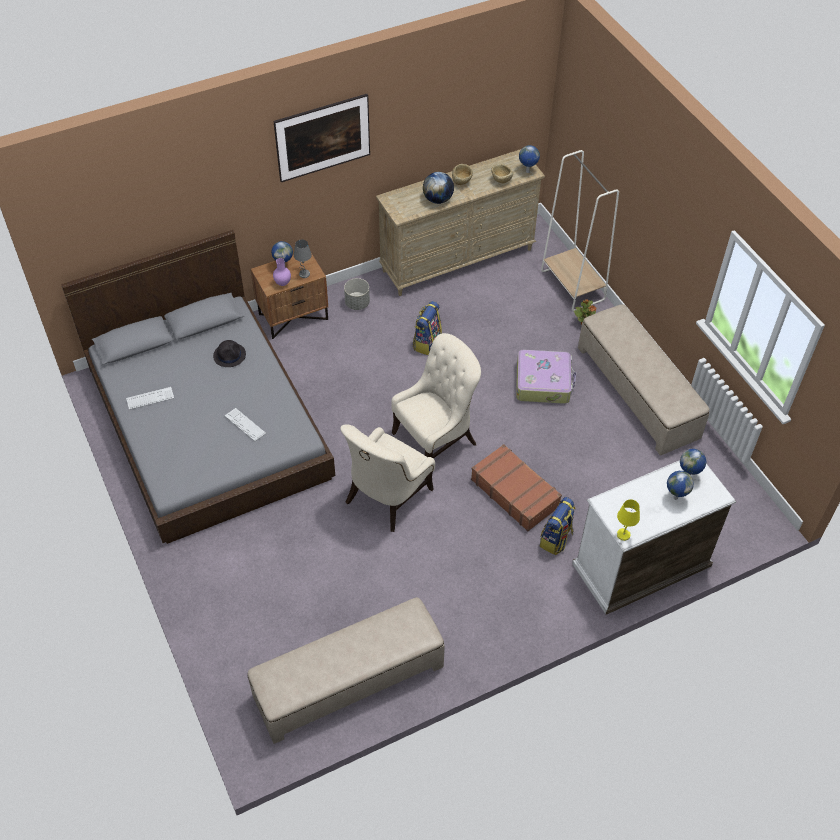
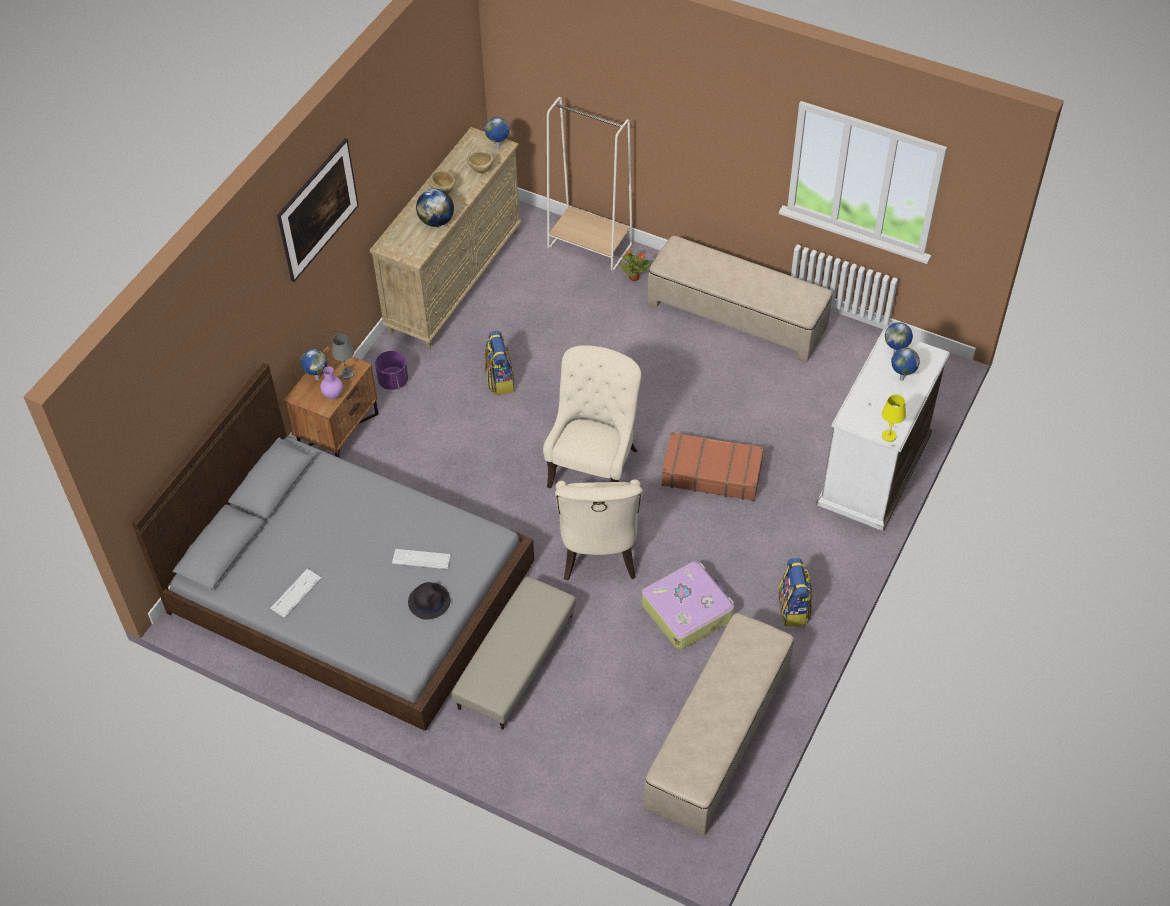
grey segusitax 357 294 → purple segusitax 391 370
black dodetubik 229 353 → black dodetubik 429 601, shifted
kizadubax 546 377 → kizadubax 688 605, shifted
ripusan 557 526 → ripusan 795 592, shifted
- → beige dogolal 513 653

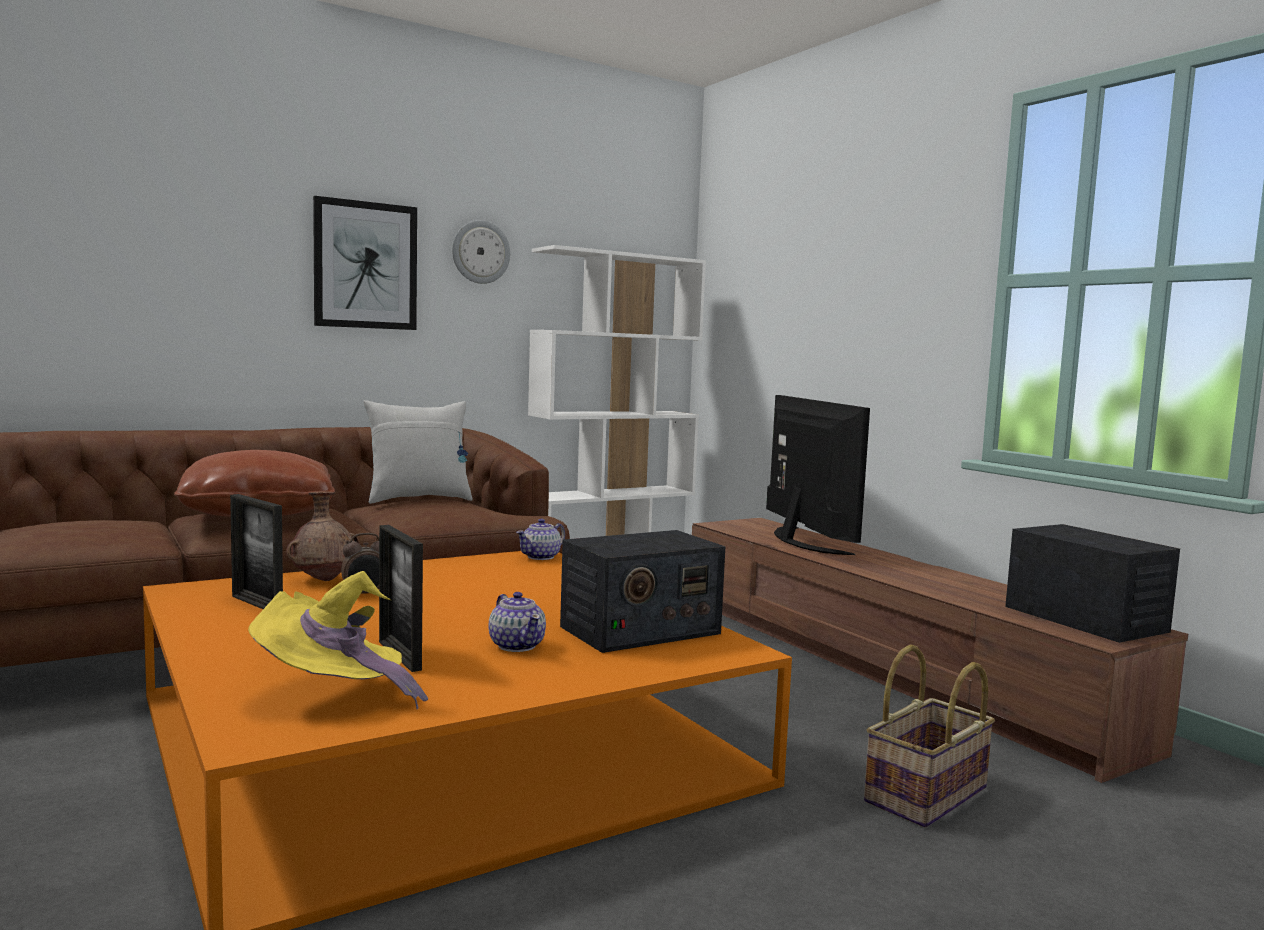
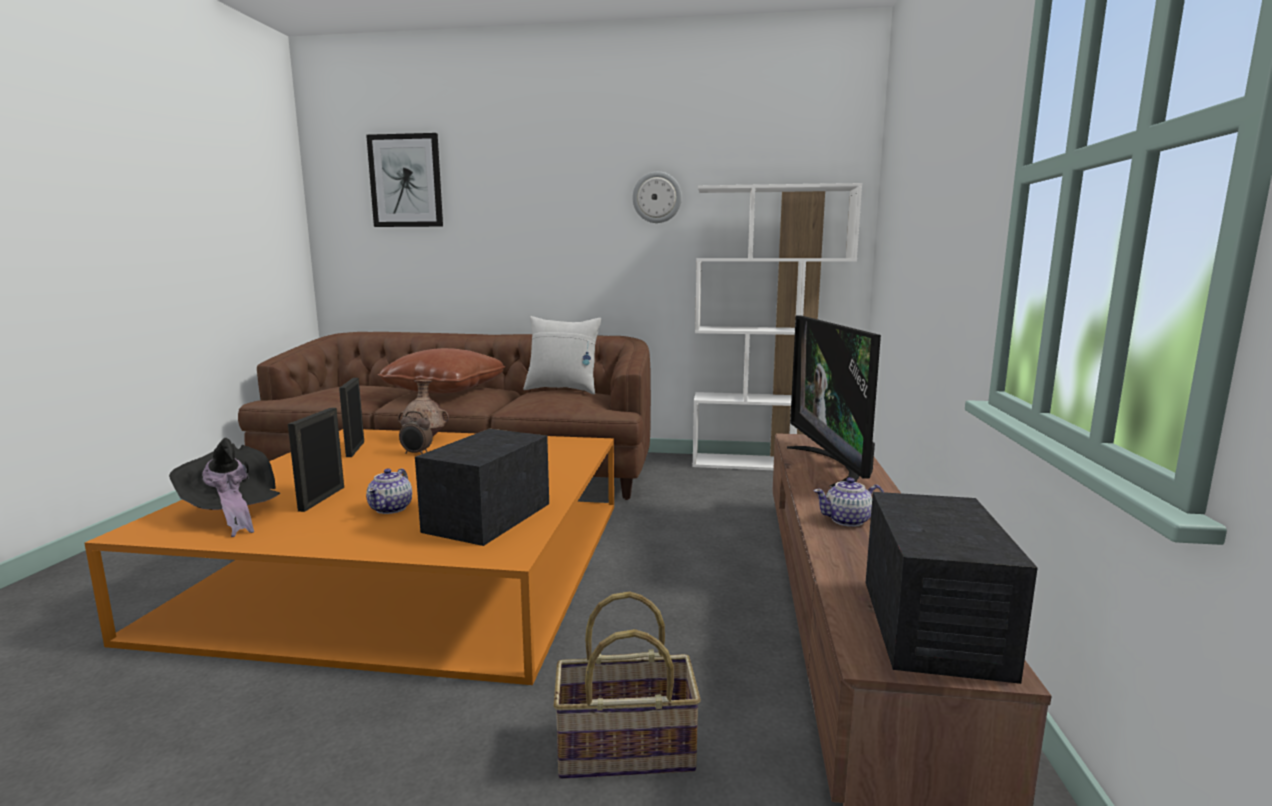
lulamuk 365 263 → lulamuk 404 180, shifted
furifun 818 475 → furifun 834 401, 150 degrees clockwise
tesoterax 540 539 → tesoterax 849 502, shifted
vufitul 642 591 → vufitul 482 487, 105 degrees clockwise
yellow dodetubik 338 640 → black dodetubik 224 487

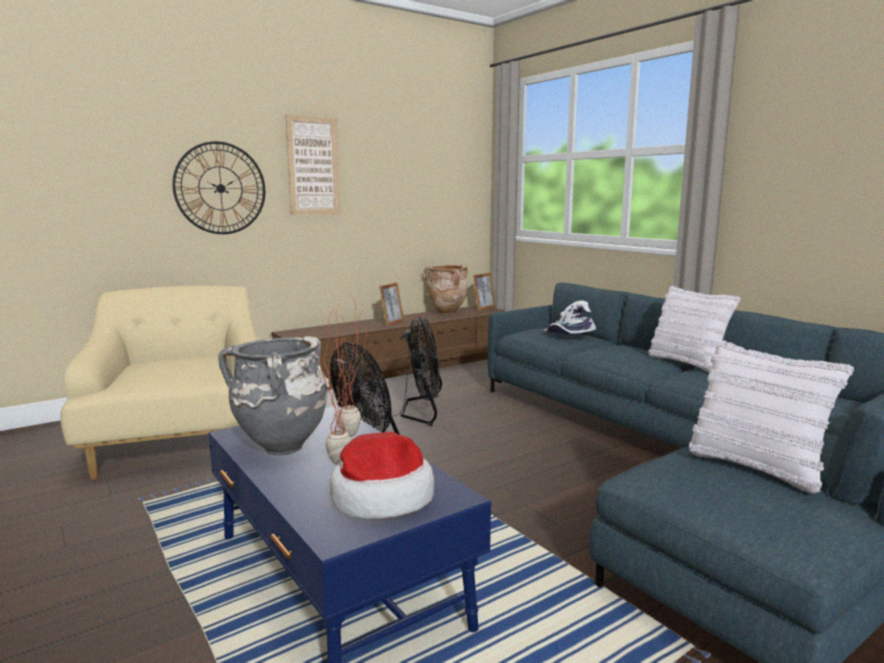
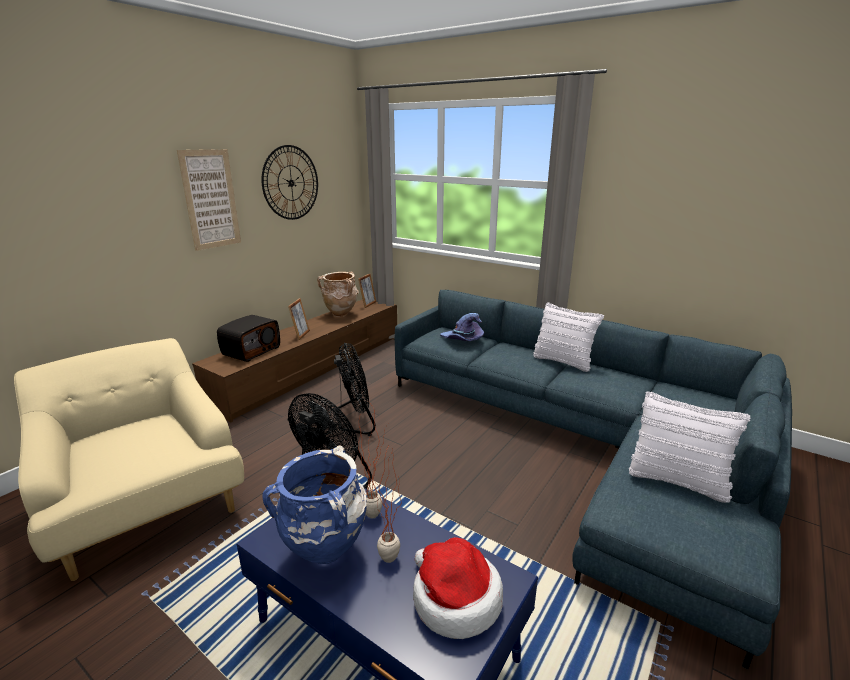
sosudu 218 187 → sosudu 289 182, shifted
white dodetubik 570 317 → purple dodetubik 462 327
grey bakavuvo 273 395 → blue bakavuvo 314 504
- → vufitul 248 338

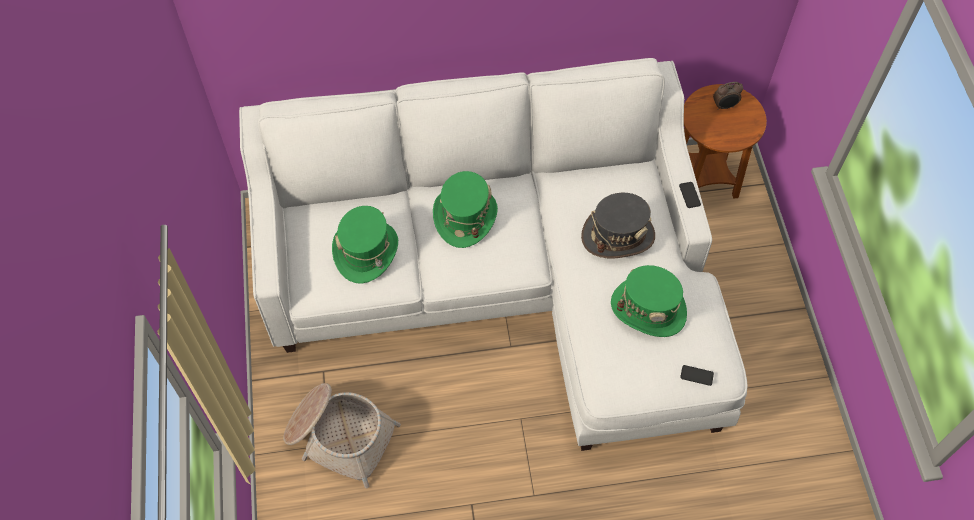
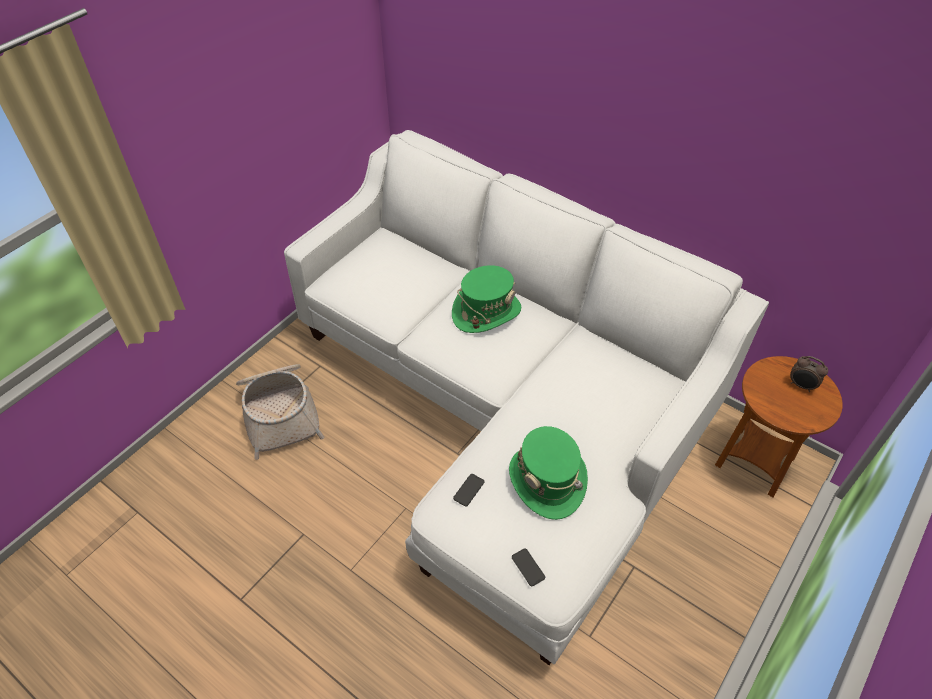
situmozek 690 195 → situmozek 468 490, shifted
grey dodetubik 618 225 → -
green dodetubik 365 245 → -

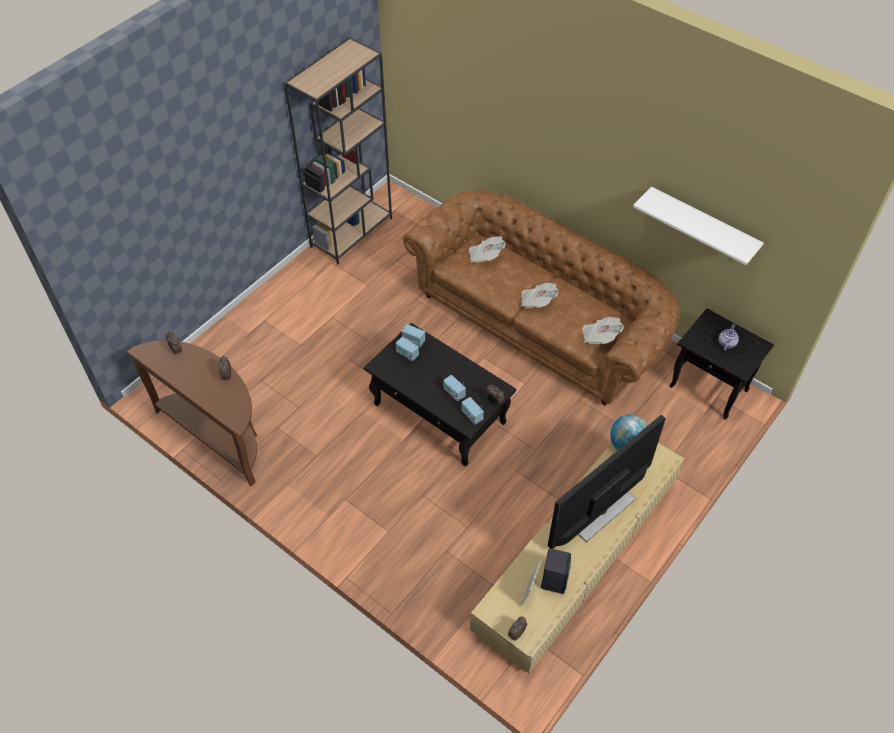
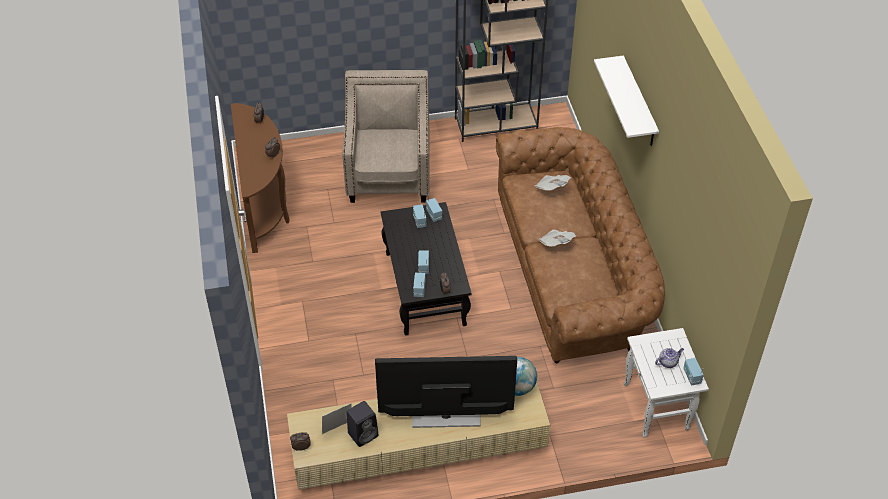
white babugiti 698 226 → white babugiti 626 101, shifted
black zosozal 722 364 → white zosozal 666 383
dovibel 602 330 → -
- → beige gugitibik 386 136
- → vufitul 693 371

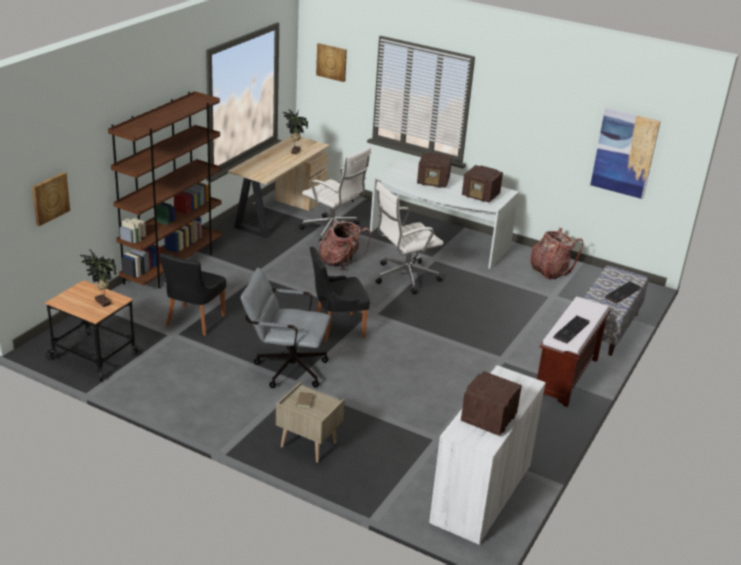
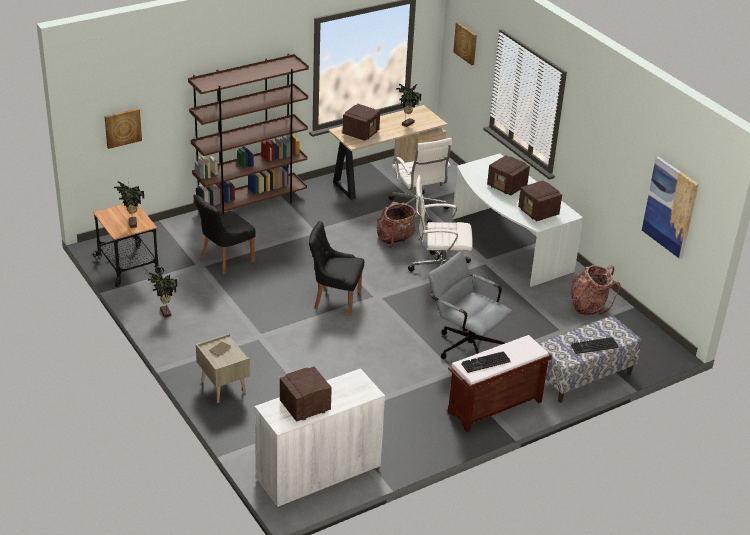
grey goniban 286 328 → grey goniban 470 305, shifted
- → vufitul 361 122
- → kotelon 162 293

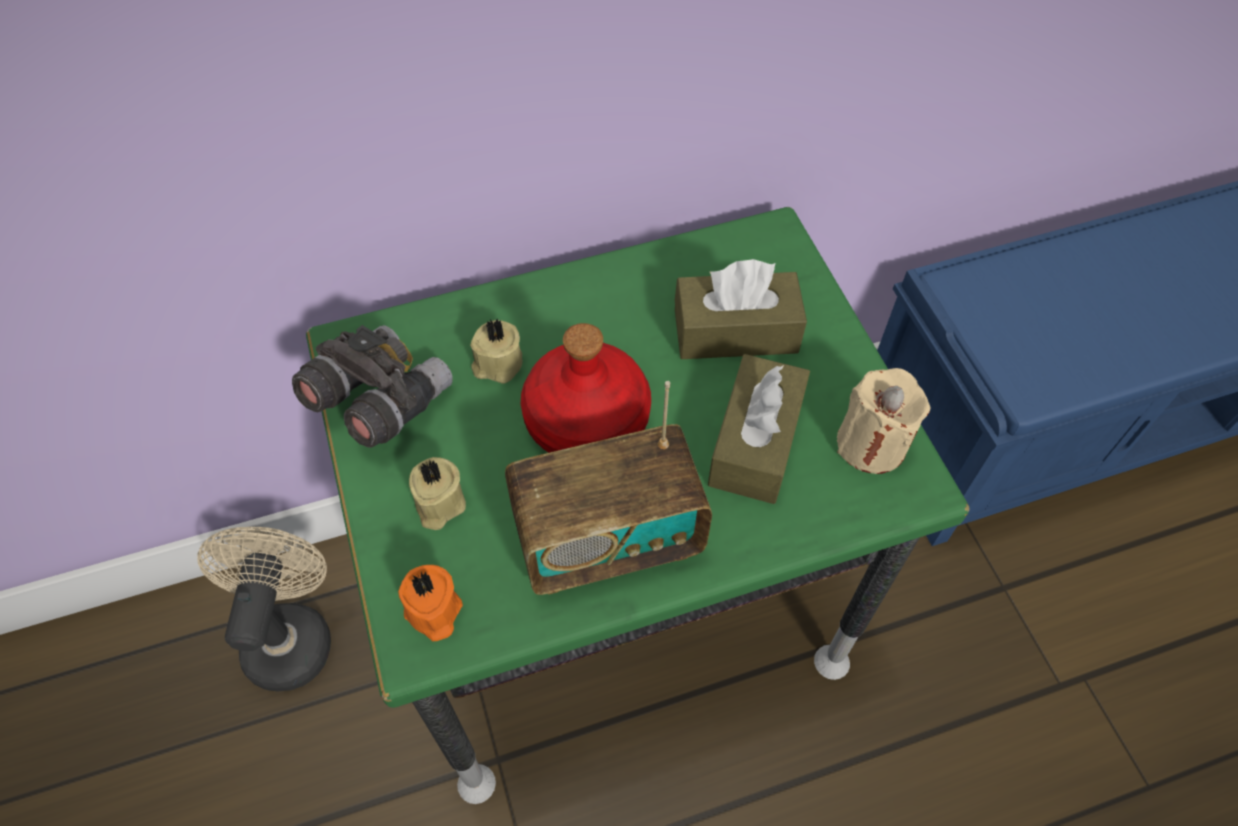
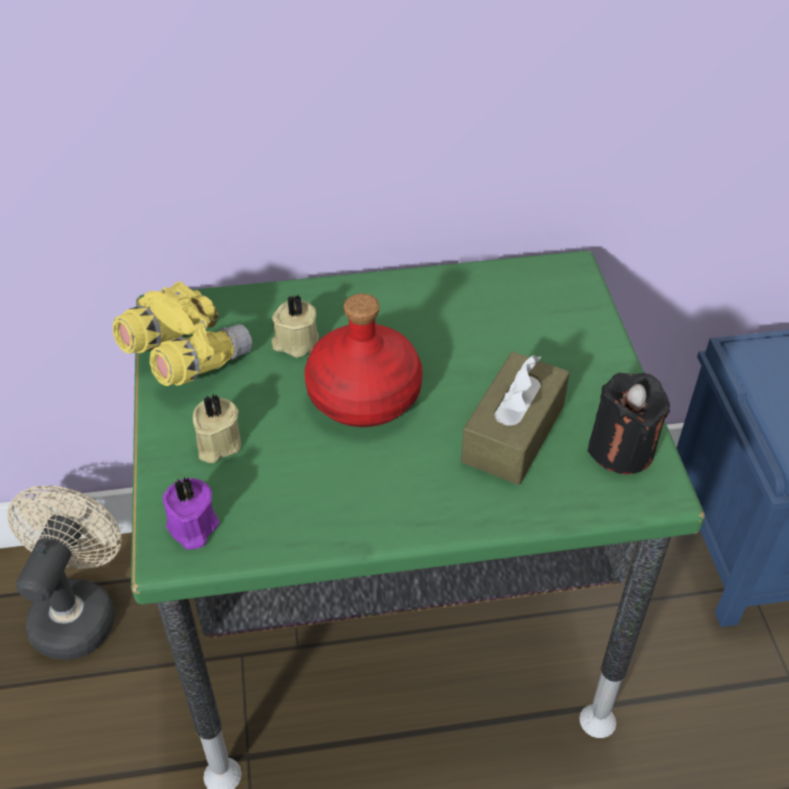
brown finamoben 741 309 → -
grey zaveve 372 386 → yellow zaveve 182 333
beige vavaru 884 421 → black vavaru 628 423
vufitul 608 488 → -
orange vavaru 430 603 → purple vavaru 191 513

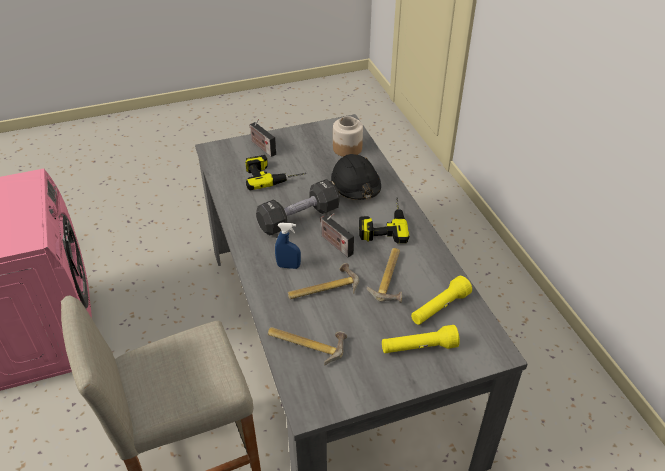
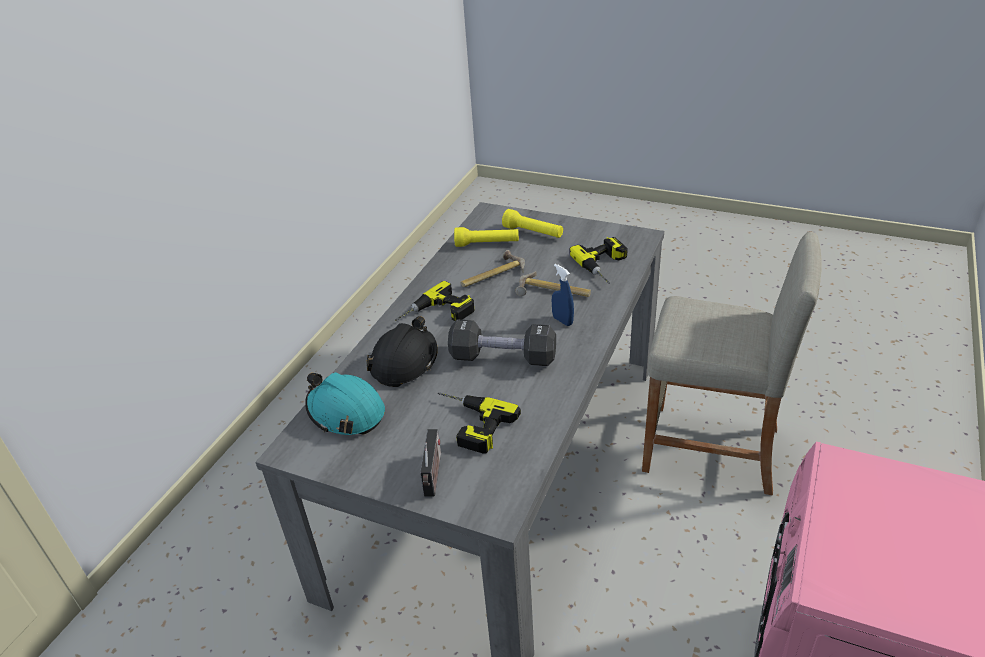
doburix 348 136 → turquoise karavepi 345 403
vufitul 337 235 → -
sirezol 307 346 → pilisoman 599 260

